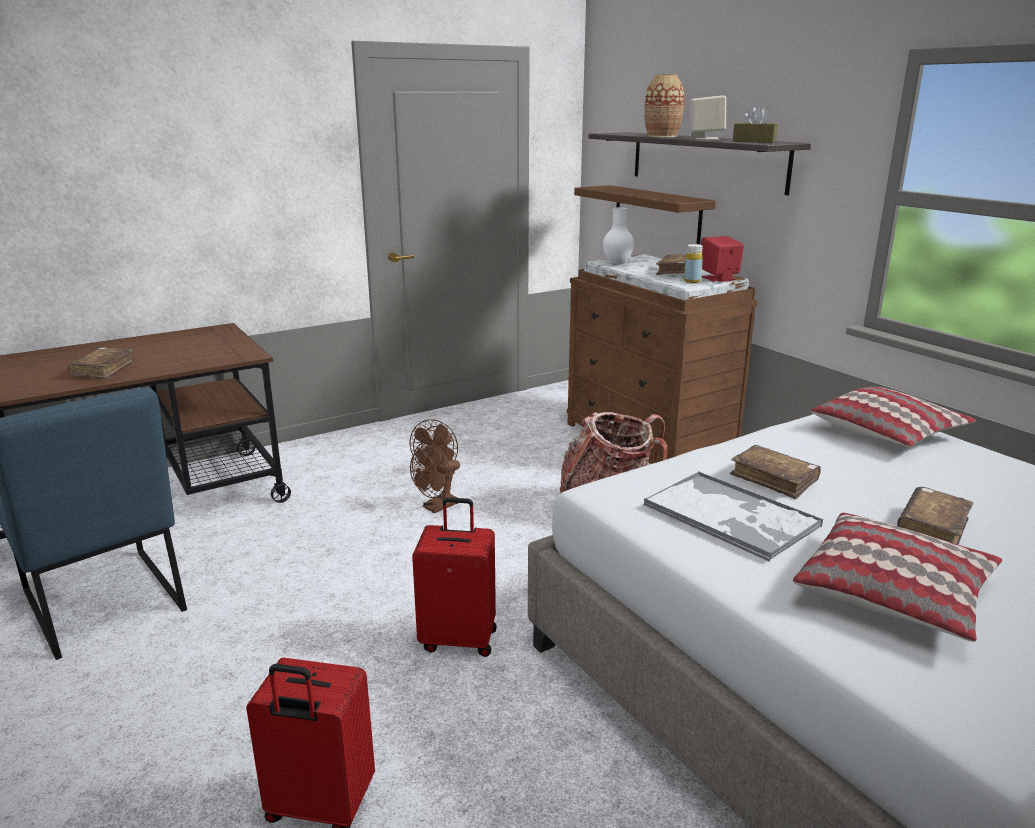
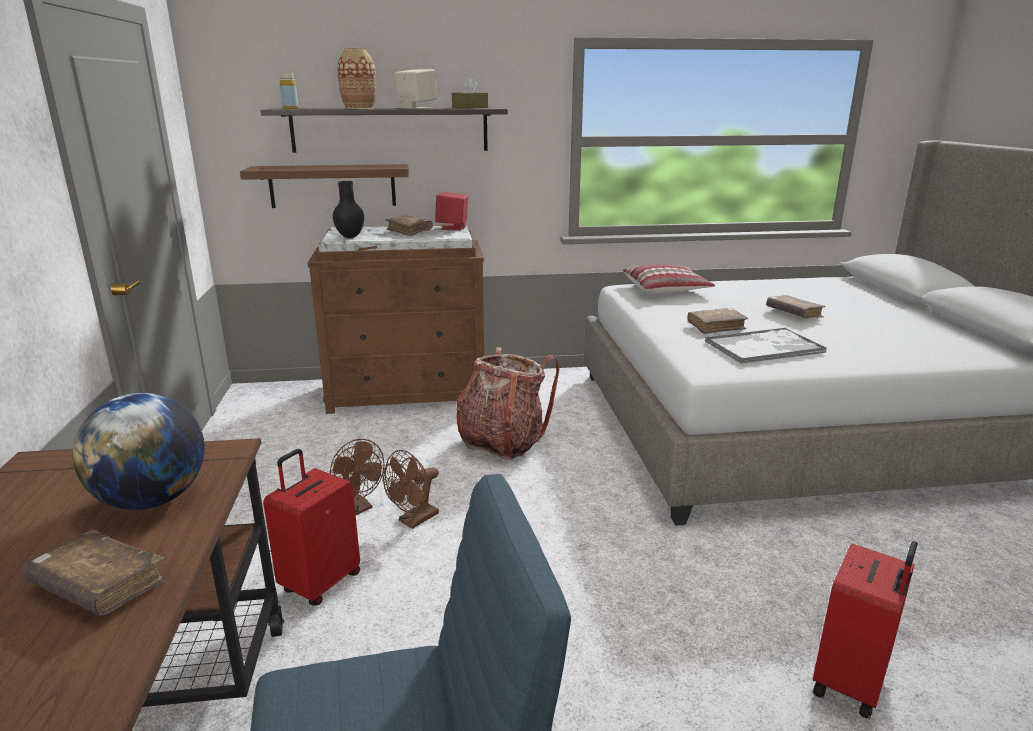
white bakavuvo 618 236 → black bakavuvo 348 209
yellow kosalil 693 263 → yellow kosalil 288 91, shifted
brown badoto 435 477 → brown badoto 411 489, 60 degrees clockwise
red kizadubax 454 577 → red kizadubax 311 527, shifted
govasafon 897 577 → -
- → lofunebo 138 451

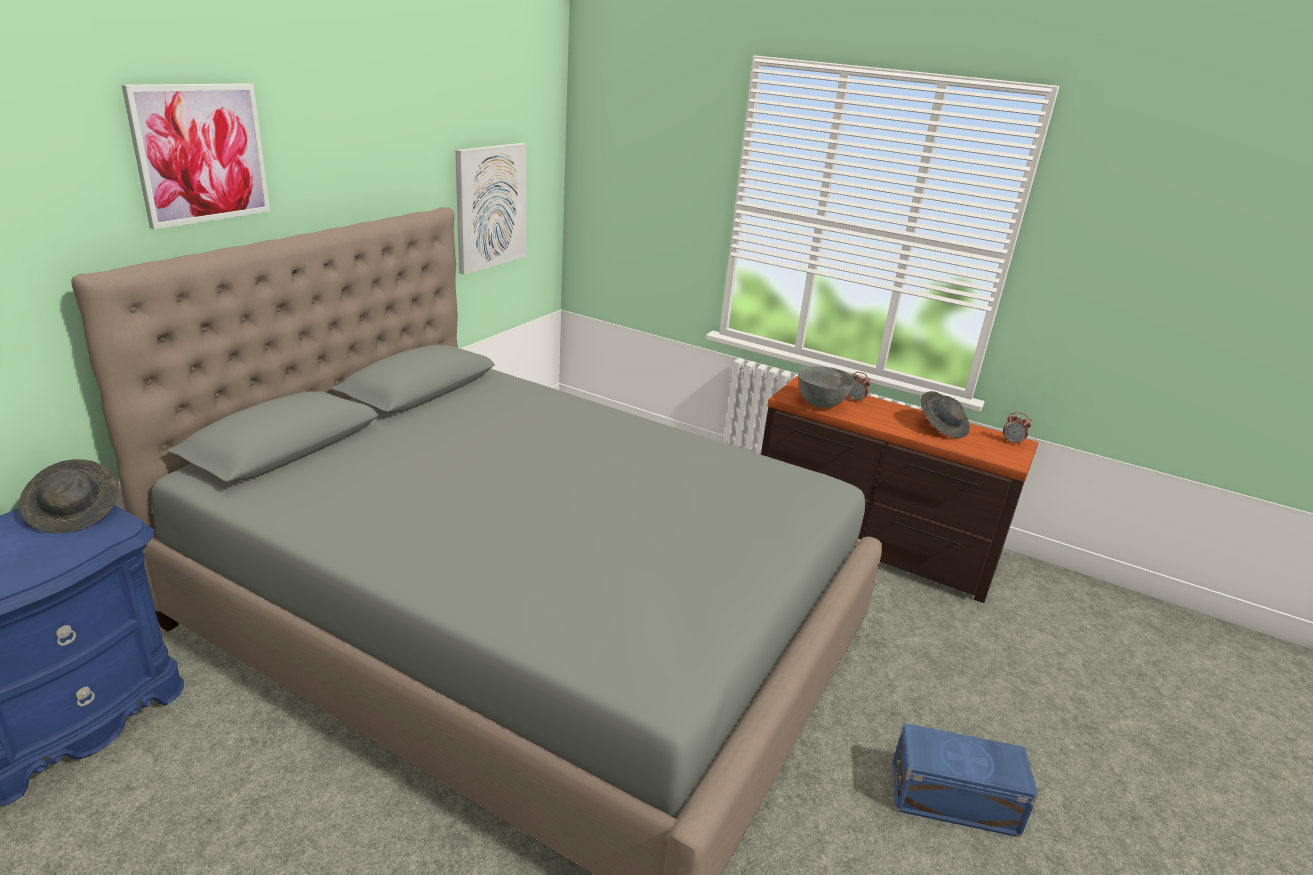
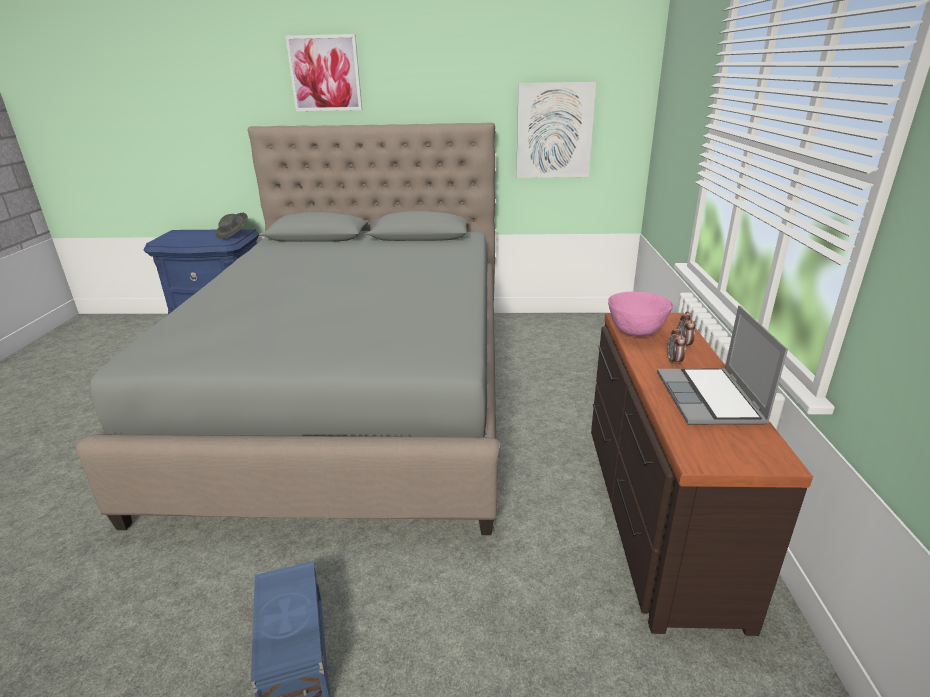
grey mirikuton 826 387 → pink mirikuton 640 314
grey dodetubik 945 414 → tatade 722 365
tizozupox 1017 429 → tizozupox 676 346, shifted

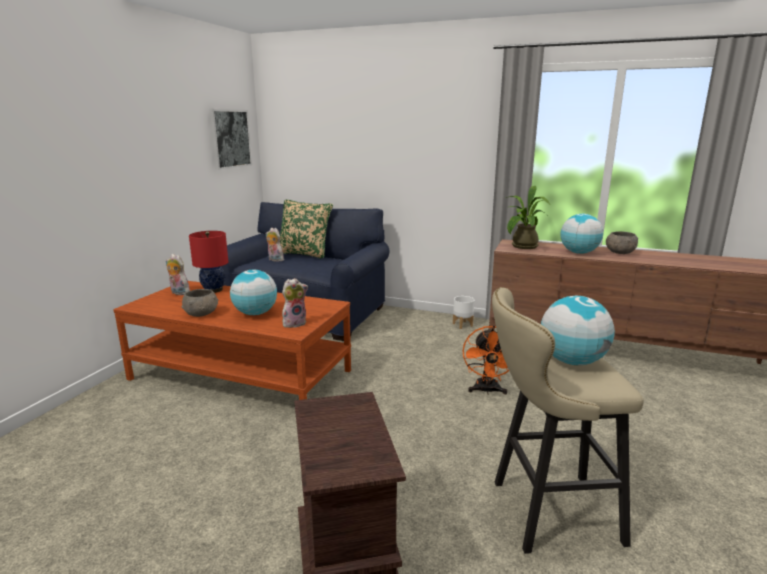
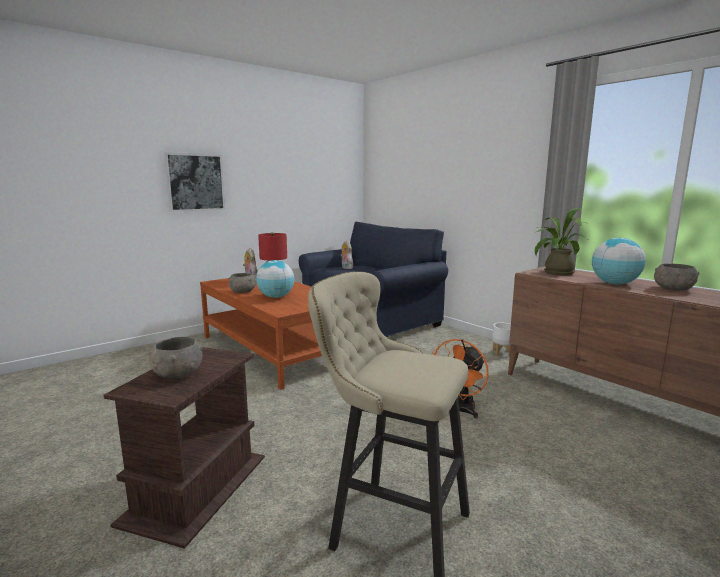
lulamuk 230 139 → lulamuk 195 182, shifted
green govasafon 306 228 → -
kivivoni 295 303 → -
lofunebo 578 330 → -
- → grey mirikuton 175 357

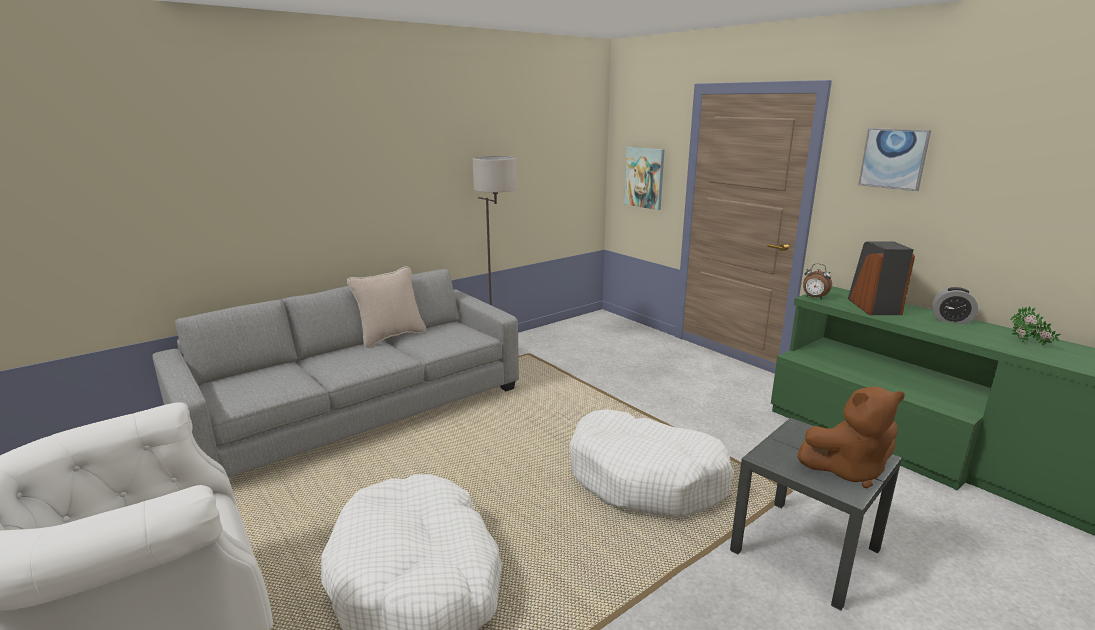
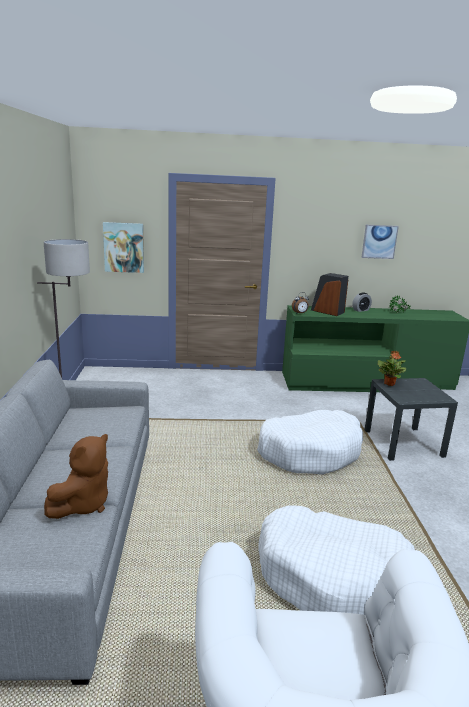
lulamuk 894 159 → lulamuk 380 242, shifted
beige govasafon 386 307 → -
brown kivivoni 851 437 → brown kivivoni 76 476, shifted
- → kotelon 392 368

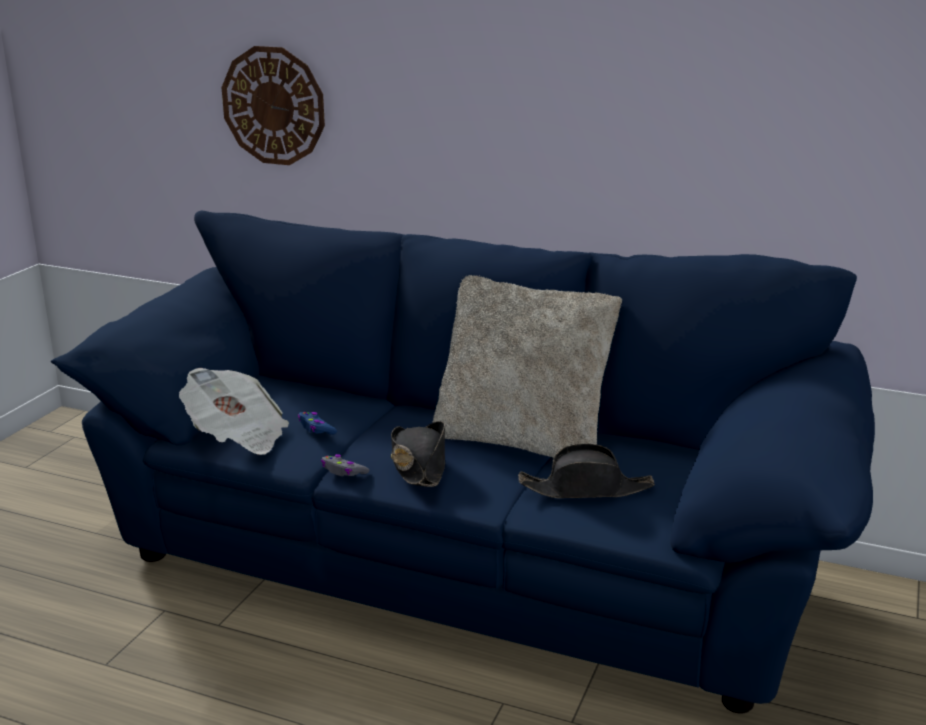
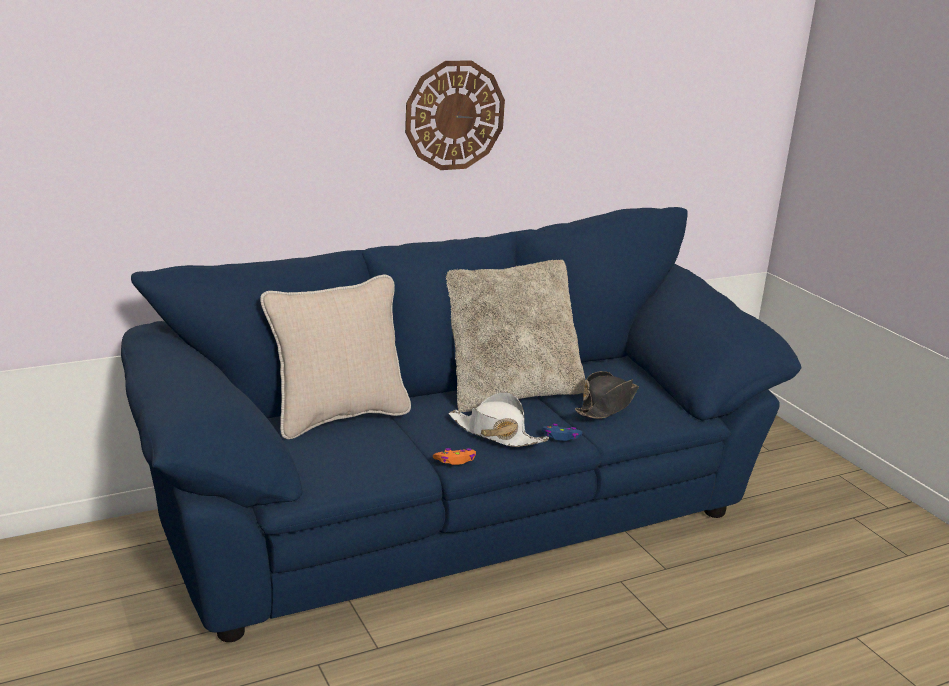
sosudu 273 105 → sosudu 455 115, shifted
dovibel 234 411 → -
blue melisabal 317 423 → blue melisabal 562 432, shifted
black dodetubik 418 454 → white dodetubik 498 419
grey melisabal 345 465 → orange melisabal 454 456
- → beige govasafon 335 357

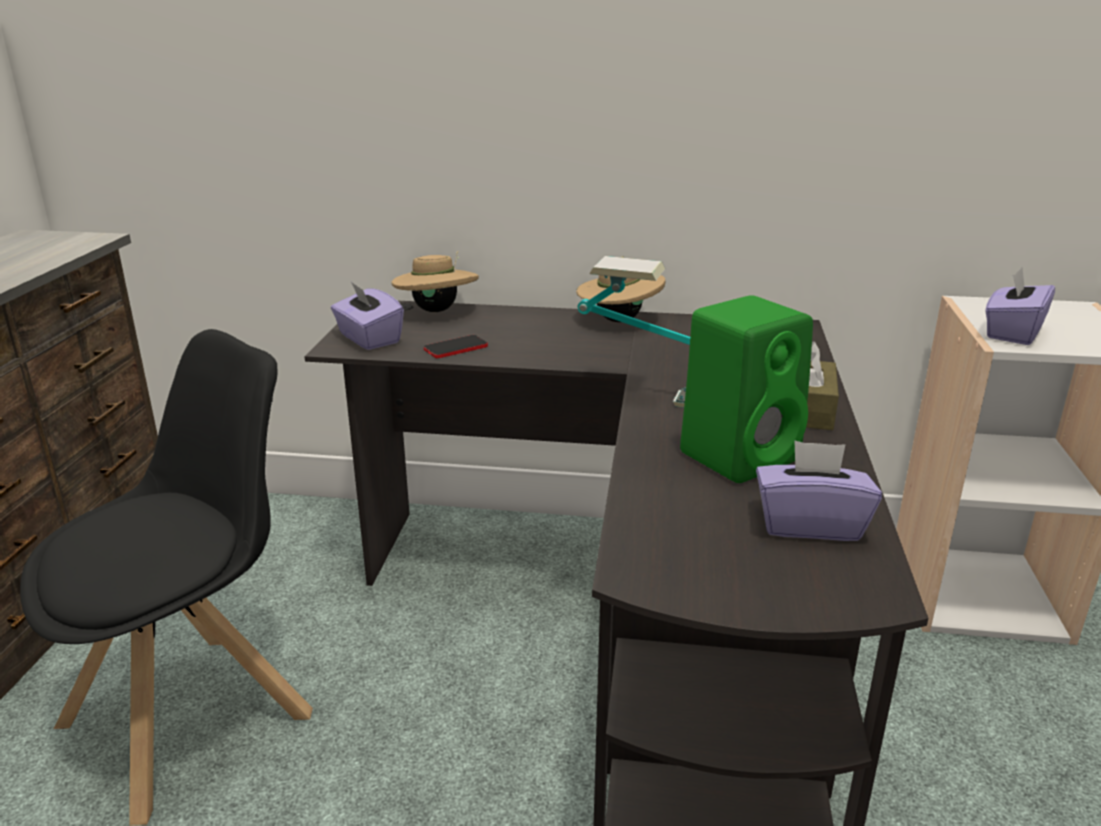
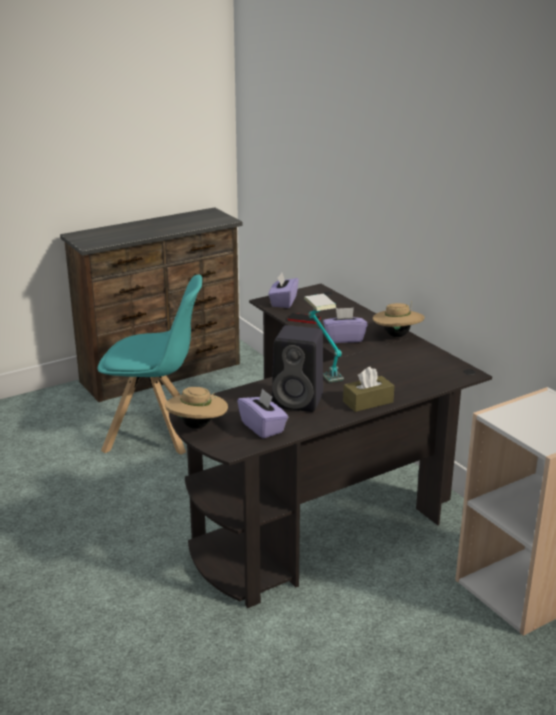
beige dodetubik 435 281 → beige dodetubik 196 408, shifted
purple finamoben 1020 306 → purple finamoben 345 325, shifted
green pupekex 746 389 → black pupekex 297 368
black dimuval 166 577 → turquoise dimuval 149 364

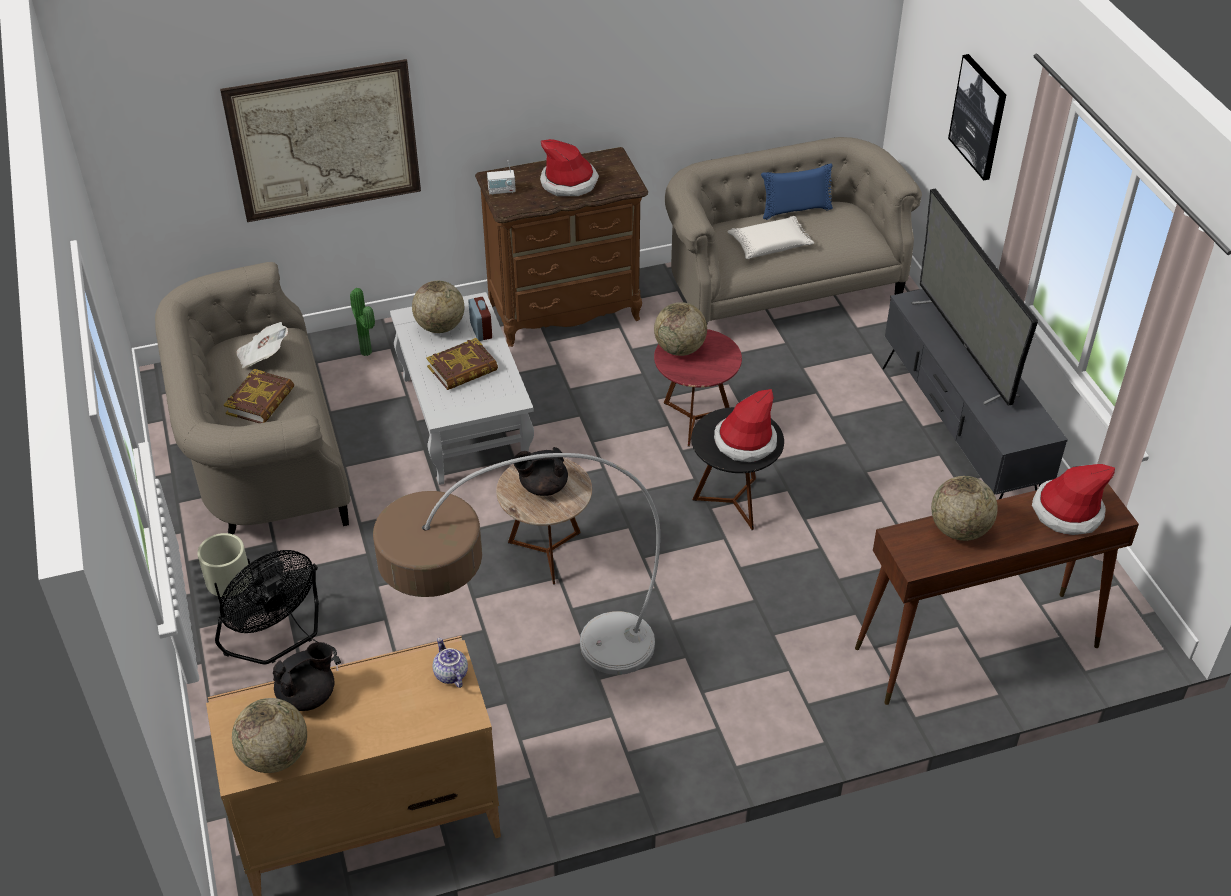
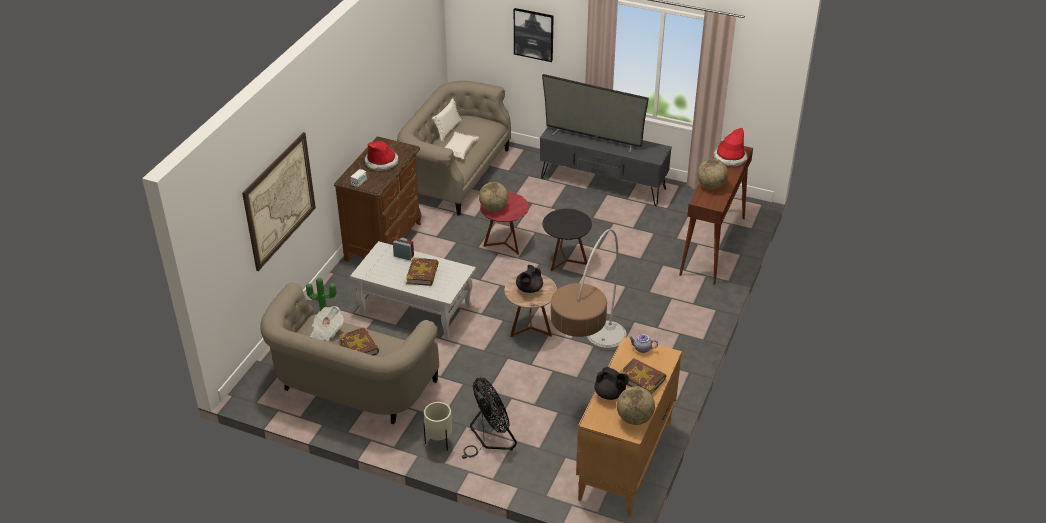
blue govasafon 797 191 → white govasafon 447 120
lofunebo 438 307 → -
dodetubik 745 425 → -
black badoto 278 607 → black badoto 489 418, 150 degrees clockwise
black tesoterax 303 676 → black tesoterax 612 383, 120 degrees clockwise
- → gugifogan 642 376

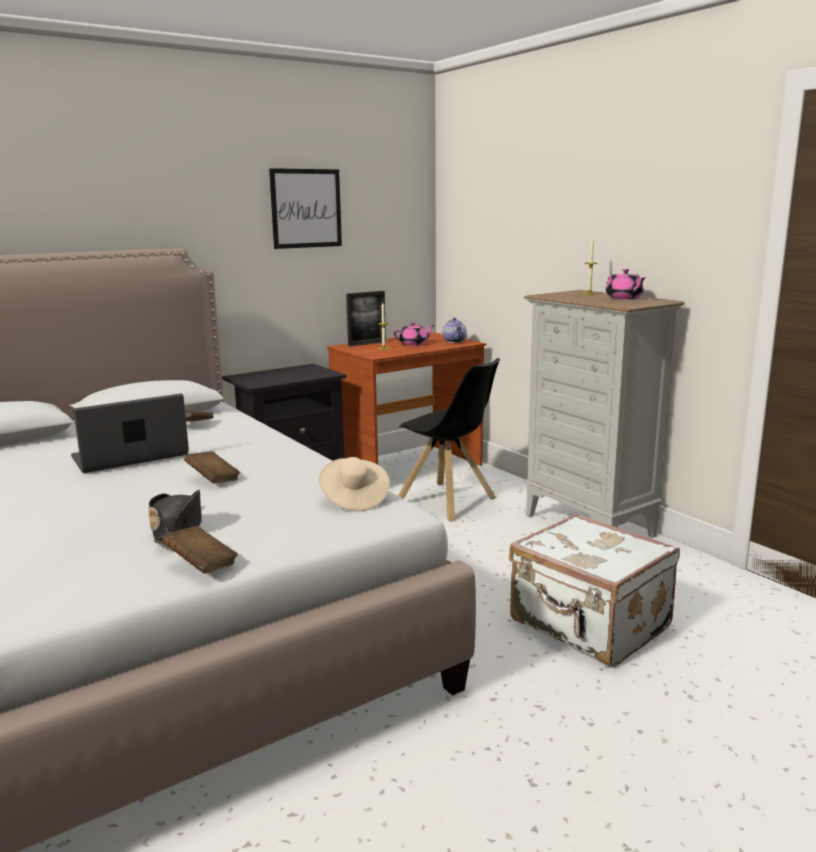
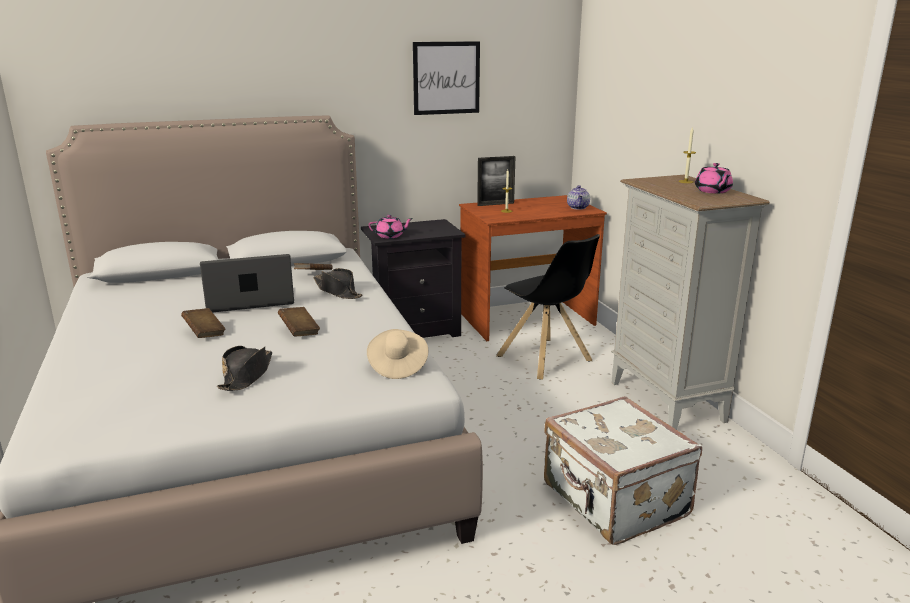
pink tesoterax 414 334 → pink tesoterax 390 227, shifted
brown gugifogan 200 549 → brown gugifogan 203 323, shifted
- → black dodetubik 337 283

